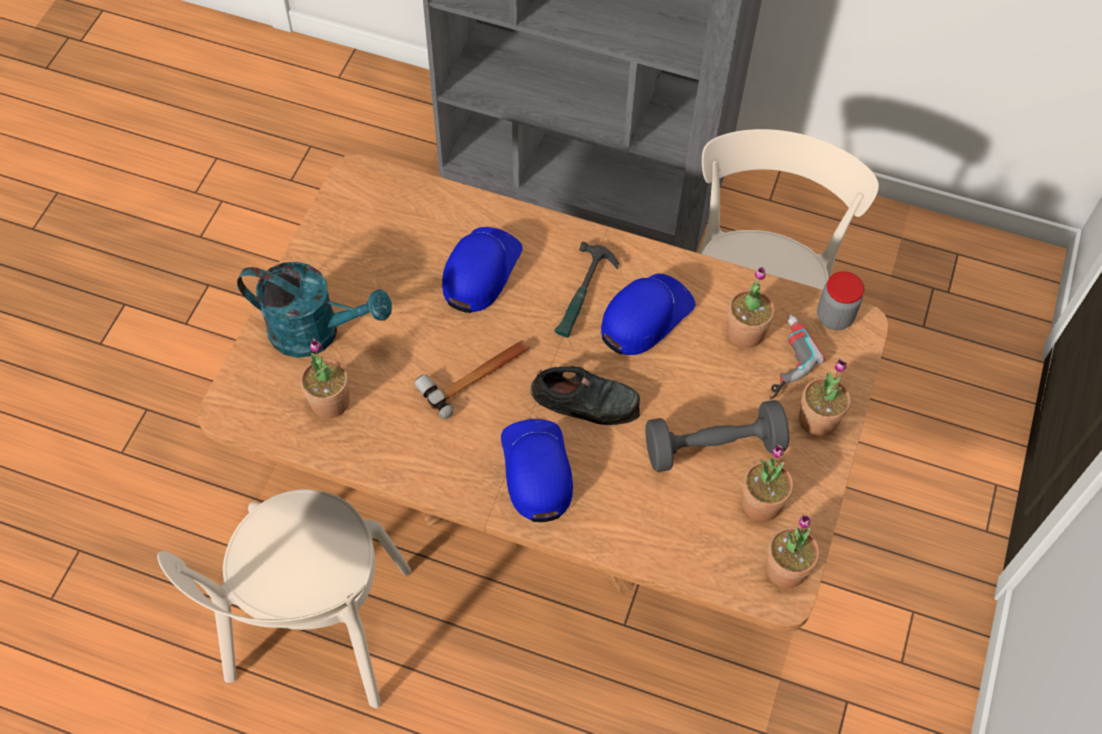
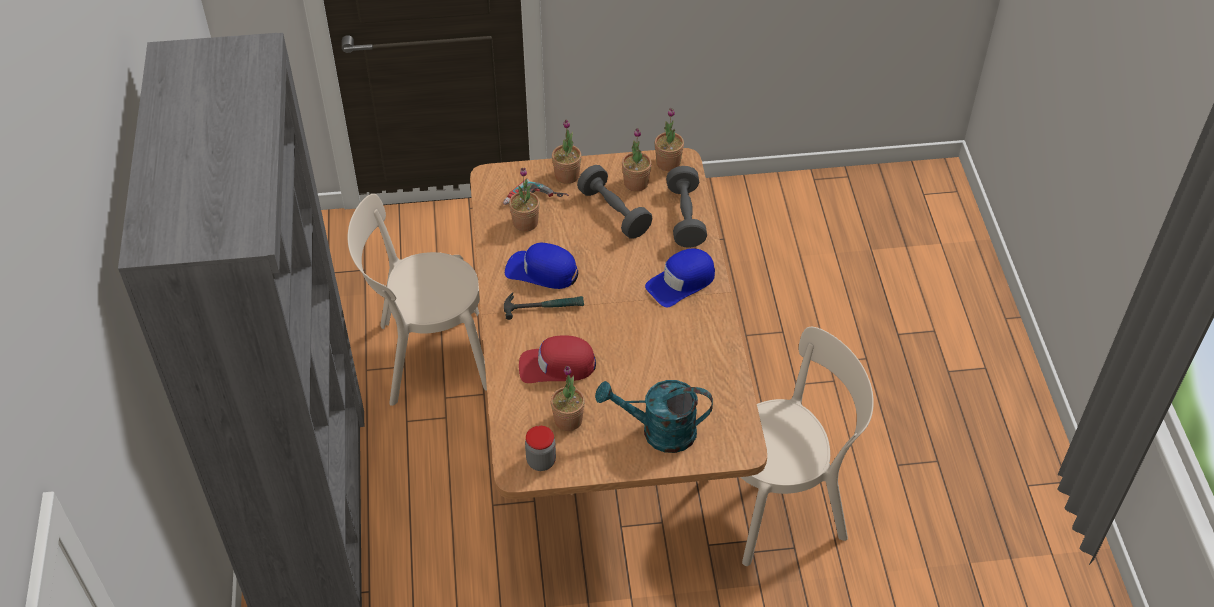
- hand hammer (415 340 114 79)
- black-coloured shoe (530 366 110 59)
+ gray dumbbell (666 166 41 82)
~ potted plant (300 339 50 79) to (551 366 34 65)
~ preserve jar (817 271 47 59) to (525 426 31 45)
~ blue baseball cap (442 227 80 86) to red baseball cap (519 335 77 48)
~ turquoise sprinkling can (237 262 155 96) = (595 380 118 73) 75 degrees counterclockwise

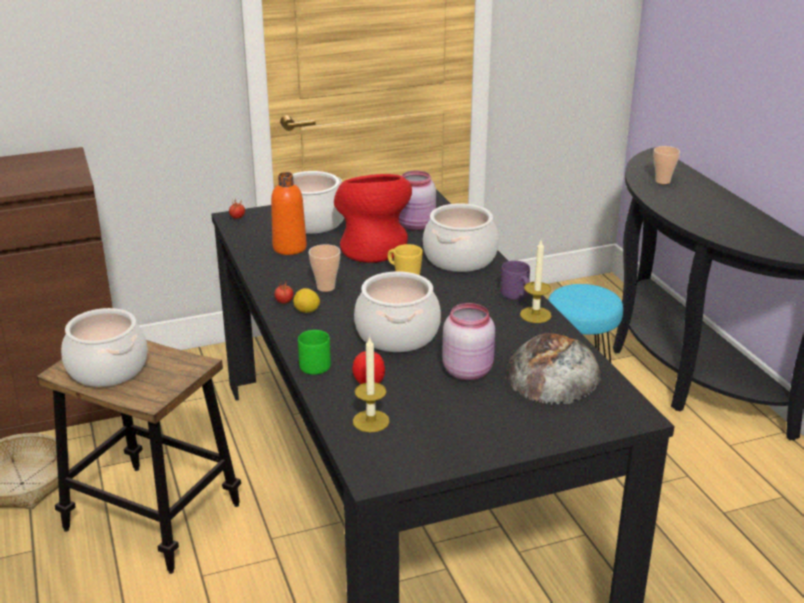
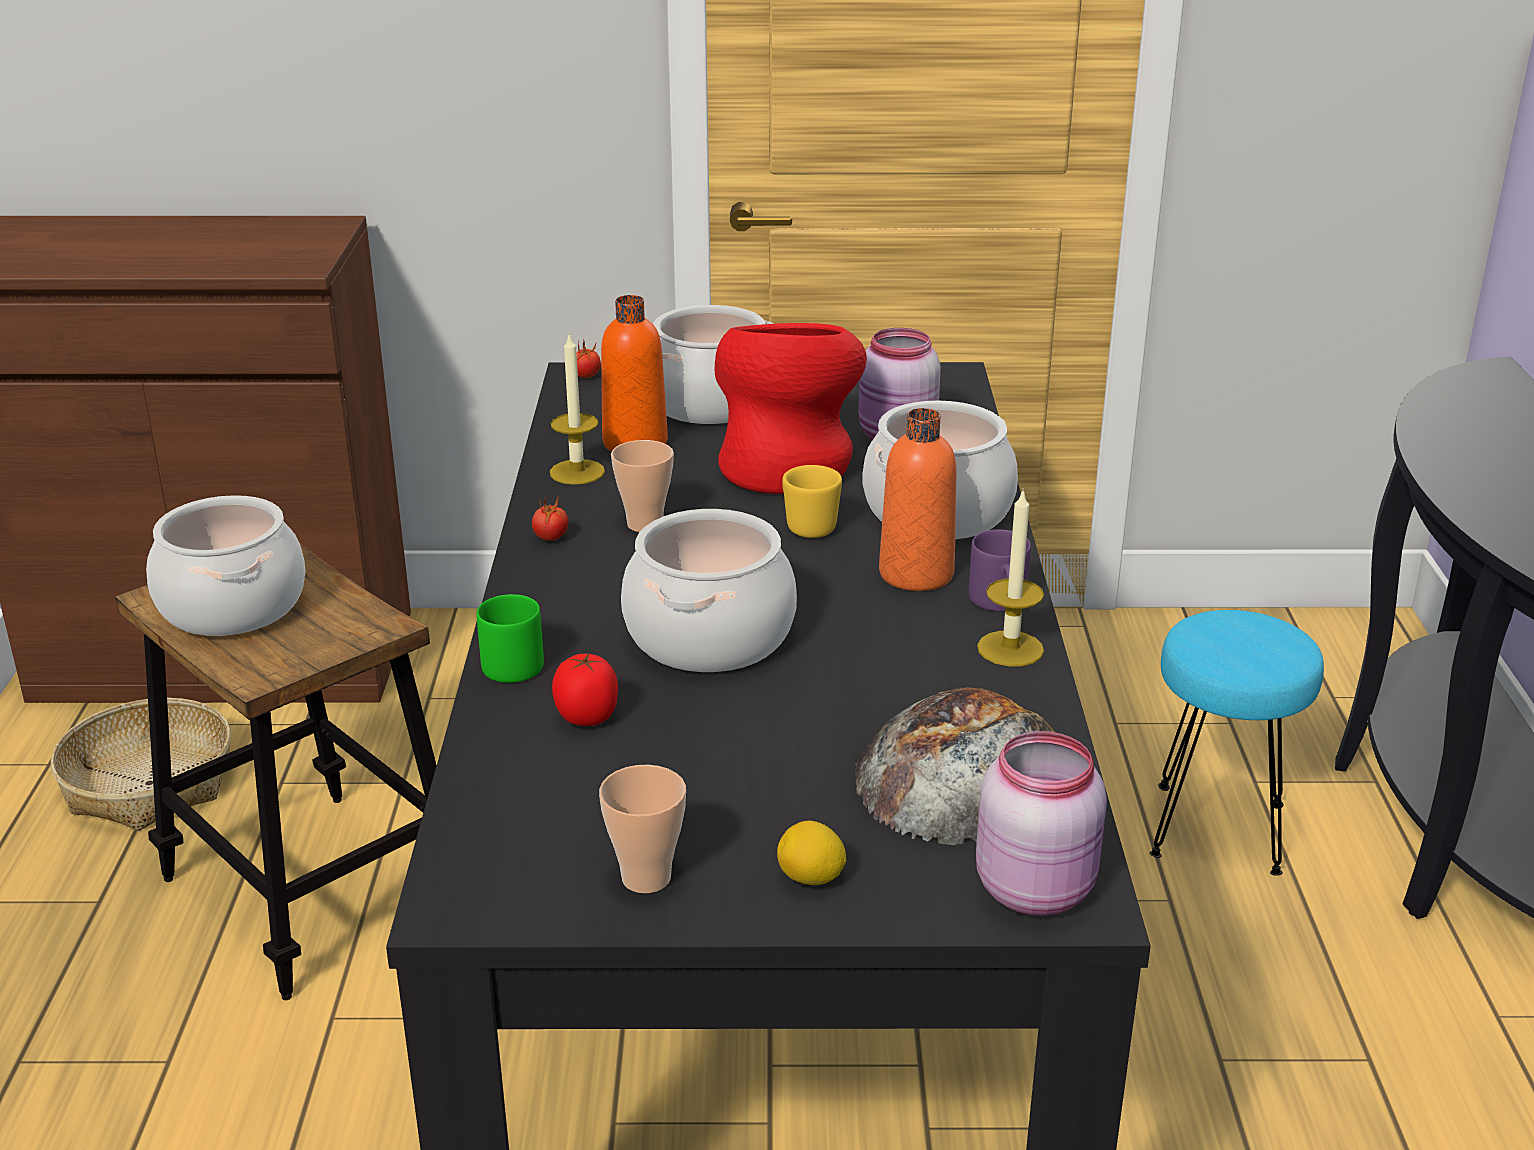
+ orangey beverage bottle (879 408 78 183)
~ citrus fruit (293 288 27 25) to (777 821 69 64)
~ candle (353 336 37 96) to (550 332 55 153)
~ pink-coloured preserve jar (442 303 53 77) to (976 731 131 185)
~ drinking cup (653 146 27 38) to (599 765 87 128)

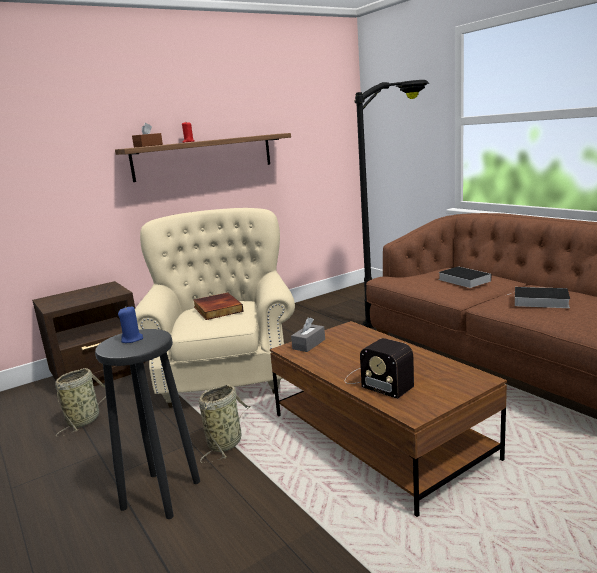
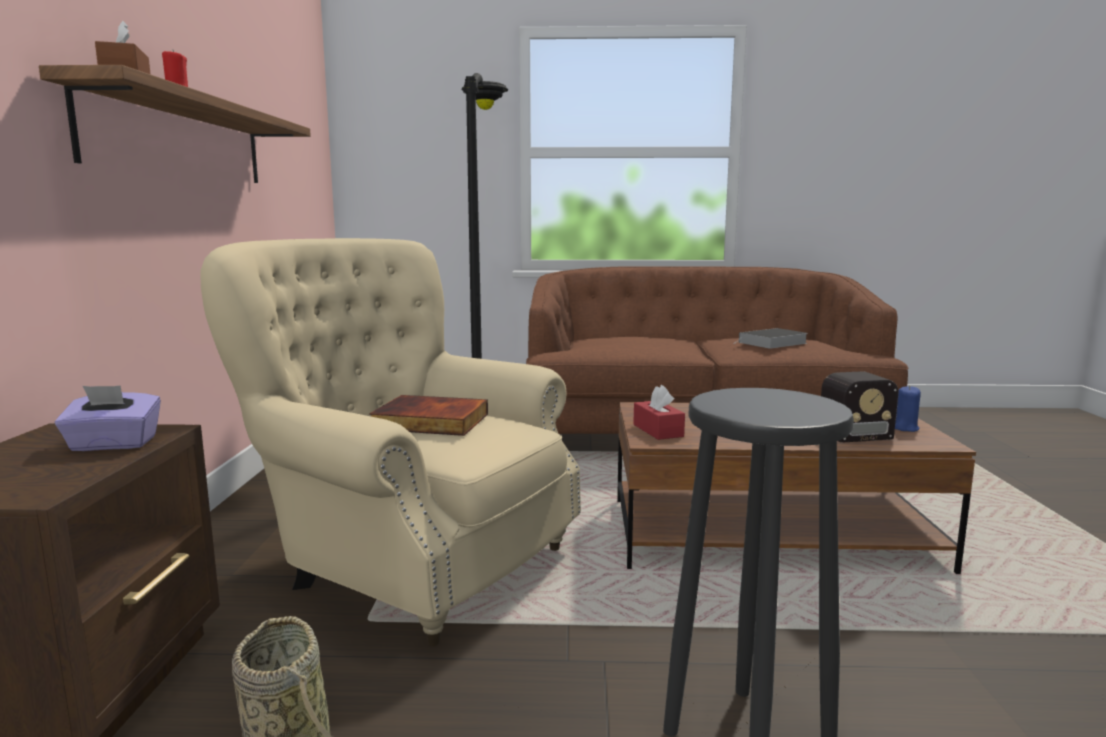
- basket (199 385 52 78)
- volume (438 266 53 22)
+ purple tissue box (55 385 106 66)
~ blue candle (118 306 25 37) to (895 386 26 46)
~ gray tissue box (291 317 34 35) to red tissue box (633 385 52 55)

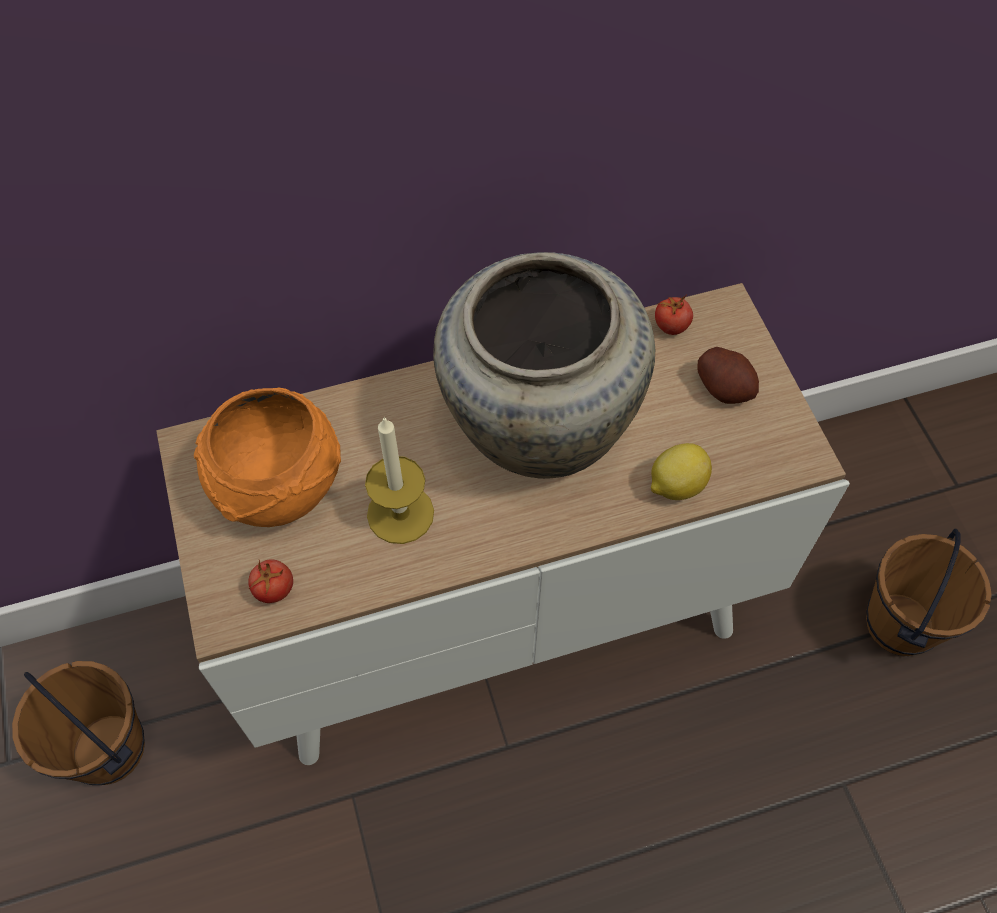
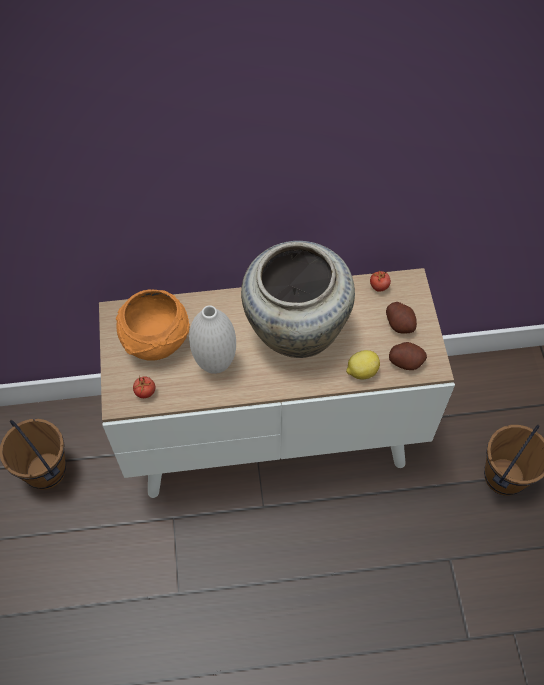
+ spud (389 342 38 28)
~ candle (365 417 69 127) to white flower vase (189 305 47 69)

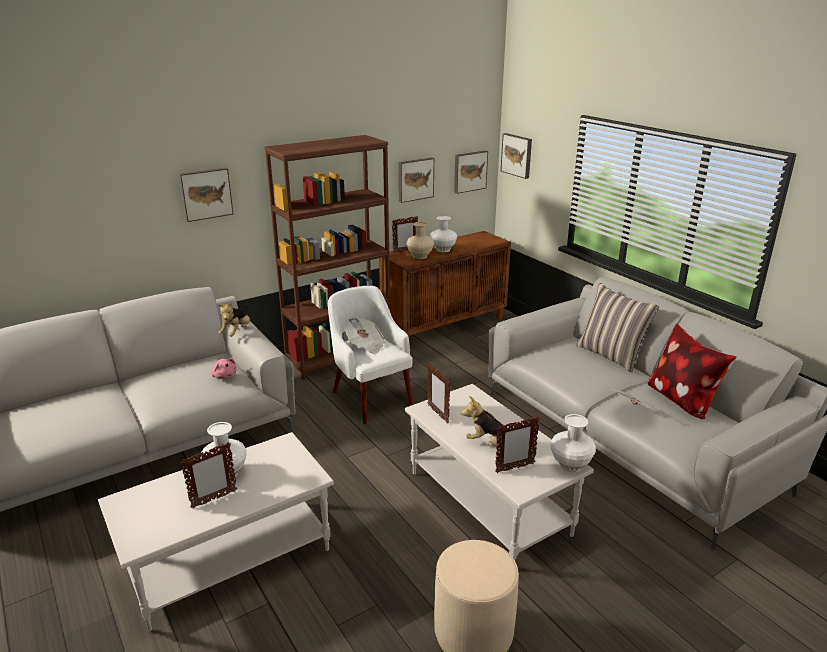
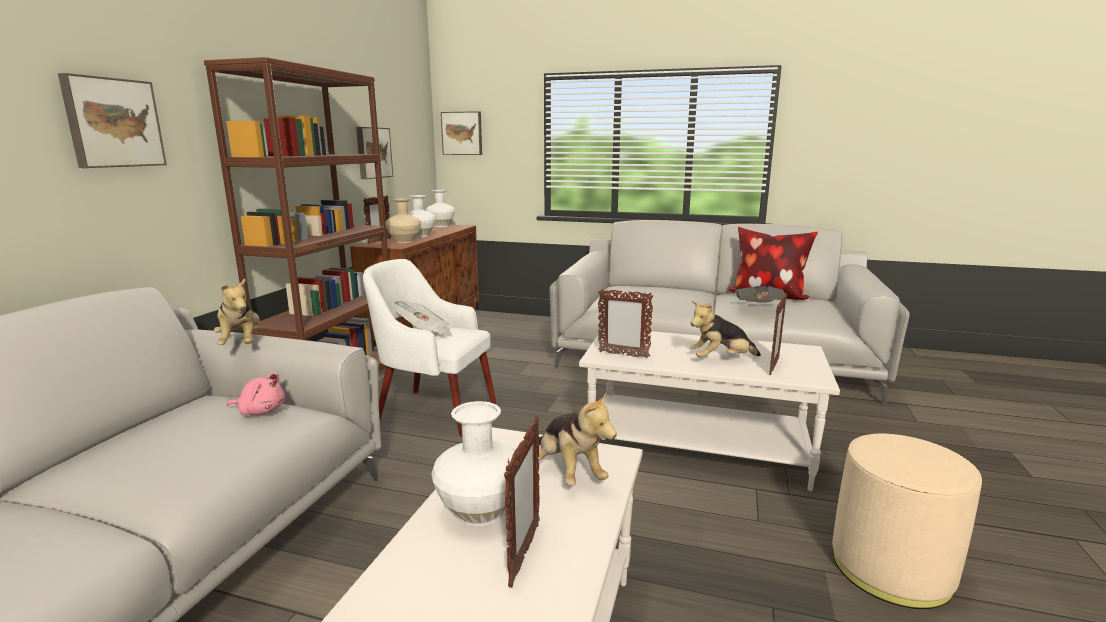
- wall picture (454 151 34 43)
- throw pillow (576 283 83 89)
+ soft toy (538 393 79 93)
~ white flower vase (551 414 45 58) to (426 190 29 37)

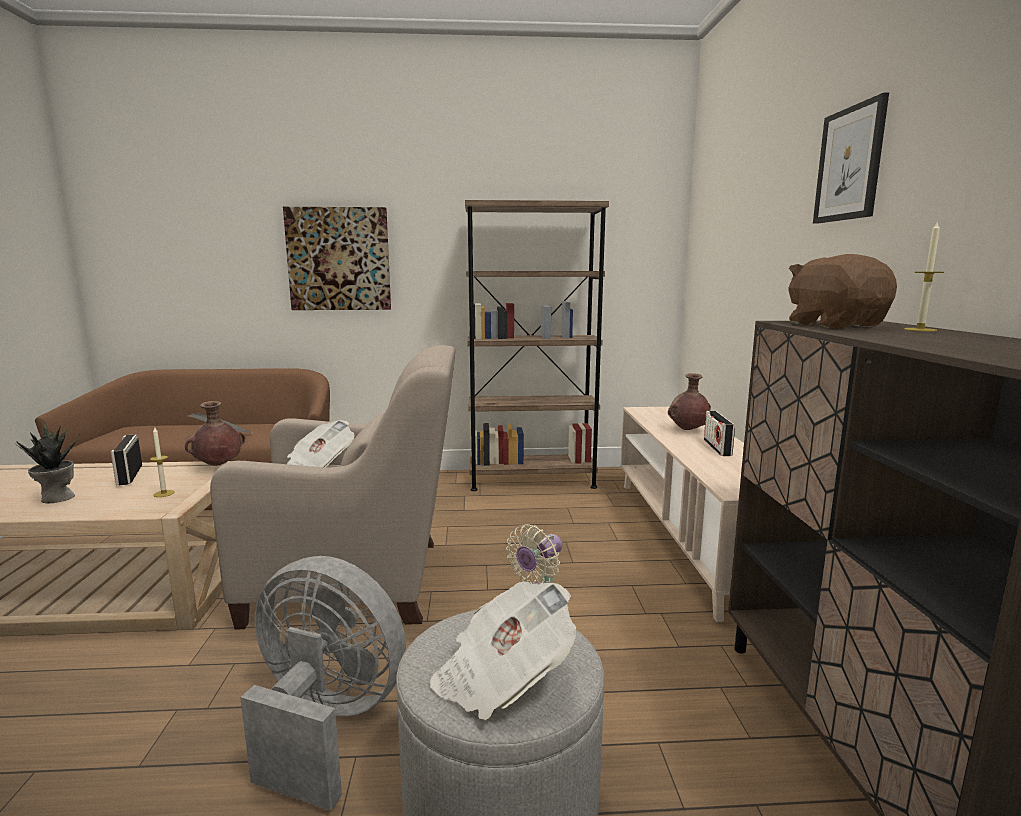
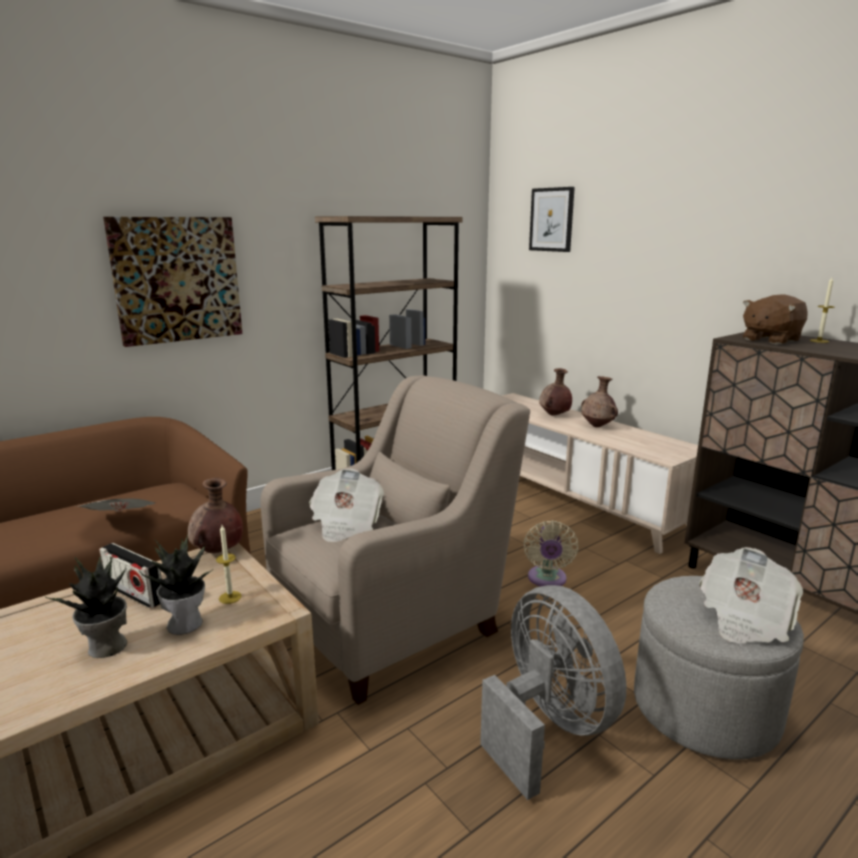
+ potted plant (139 533 75 102)
~ wall picture (813 93 76 131) to (529 187 46 65)
~ radio (704 411 31 45) to brown flower vase (581 376 37 51)
~ gray fan (240 556 166 255) = (480 585 147 215) 75 degrees clockwise
~ brown soft toy (788 254 109 74) = (743 294 65 51) 75 degrees counterclockwise

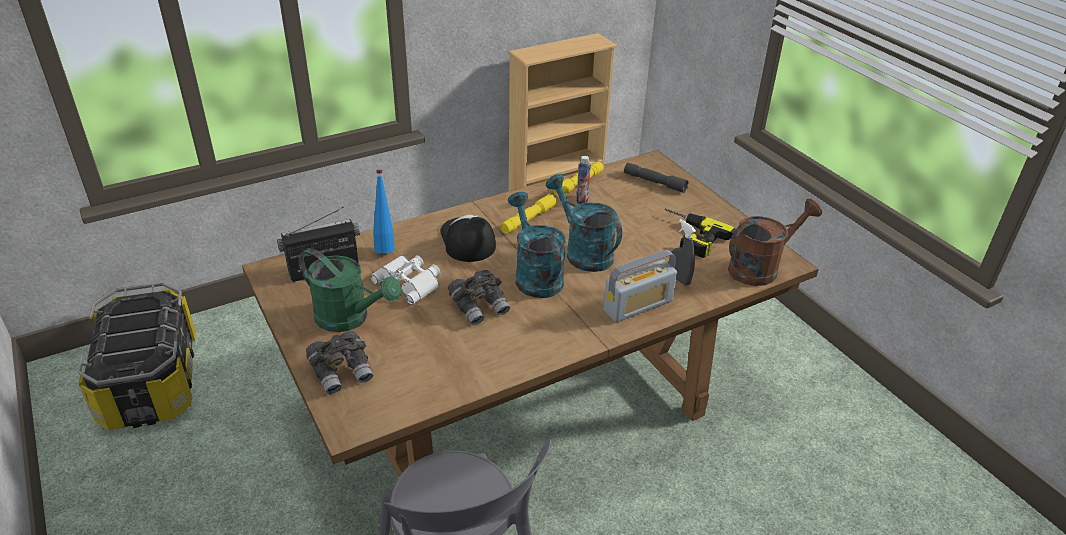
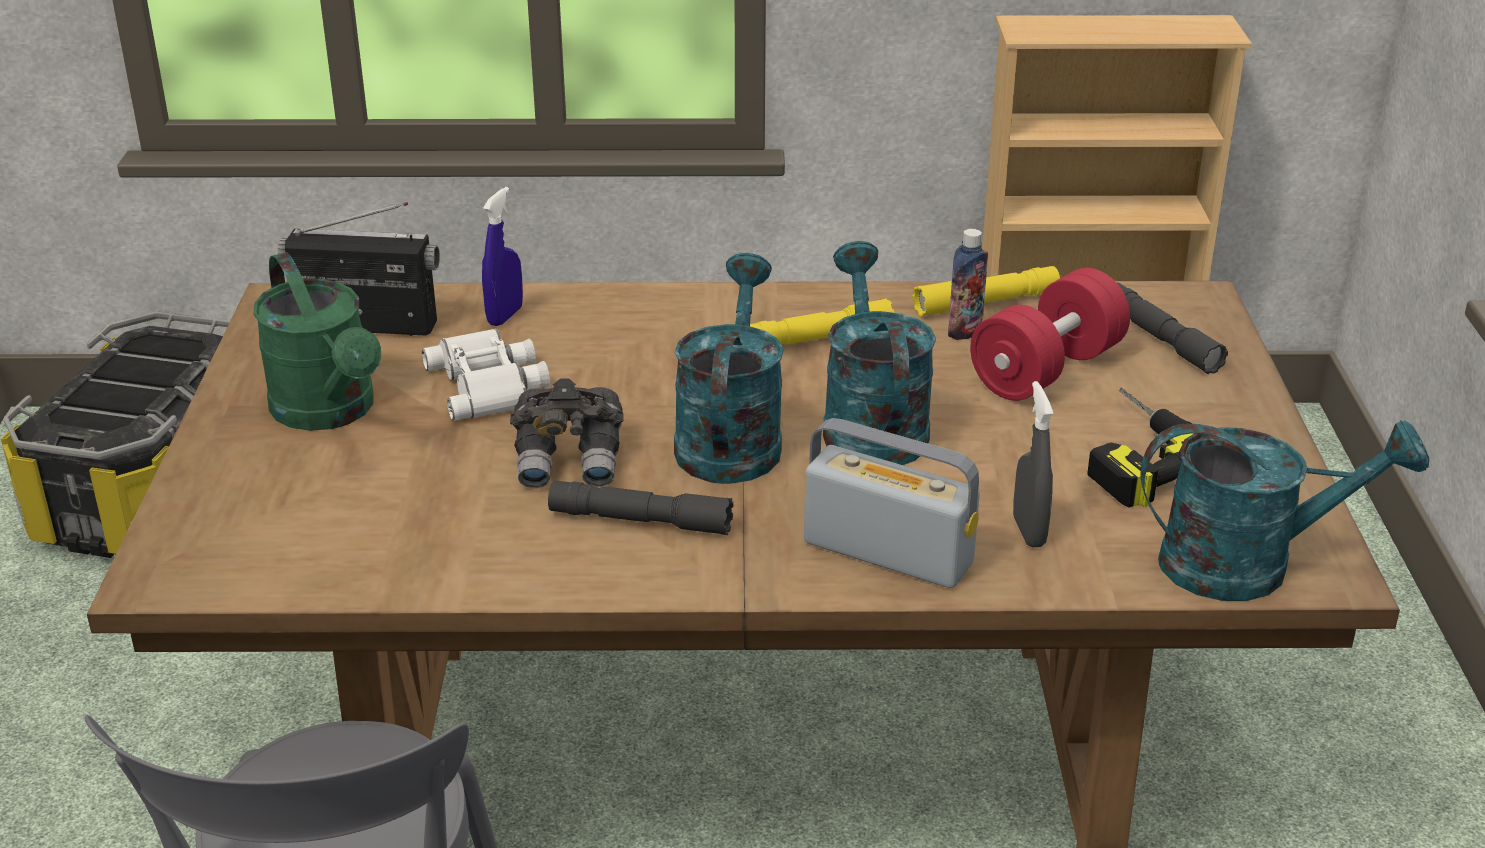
- gray field glasses (306 331 67 63)
- baseball cap (440 215 56 47)
+ gray hand torch (548 481 185 54)
+ red dumbbell (970 268 160 133)
~ blue beverage bottle (373 170 21 83) to blue spray bottle (482 187 41 139)
~ brown sprinkling can (728 199 94 87) to turquoise sprinkling can (1141 420 288 181)
~ radio (604 250 73 72) = (804 418 176 170) 150 degrees counterclockwise

